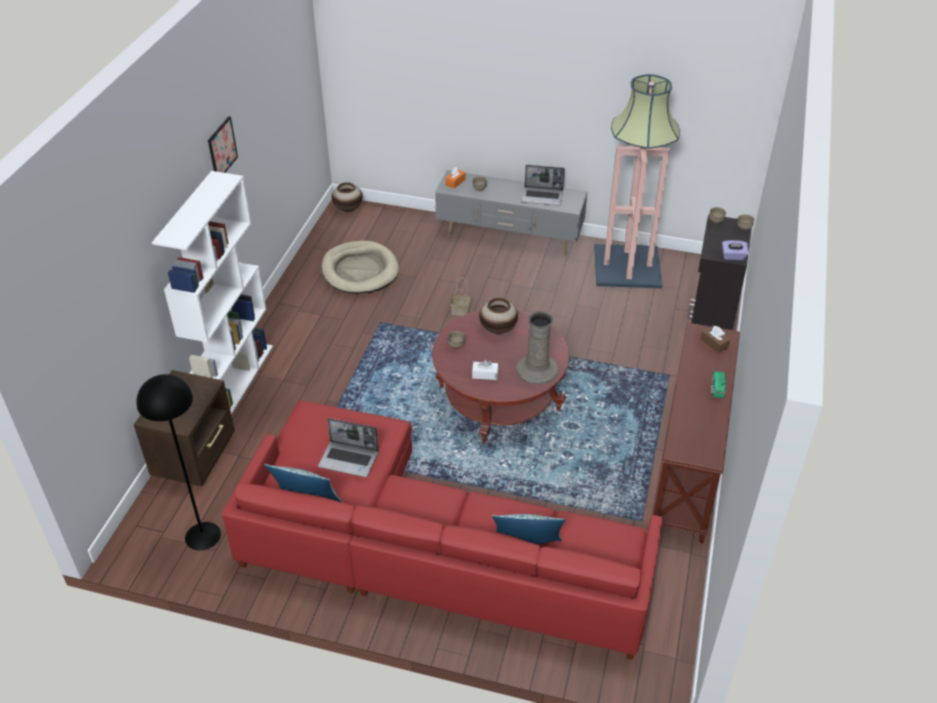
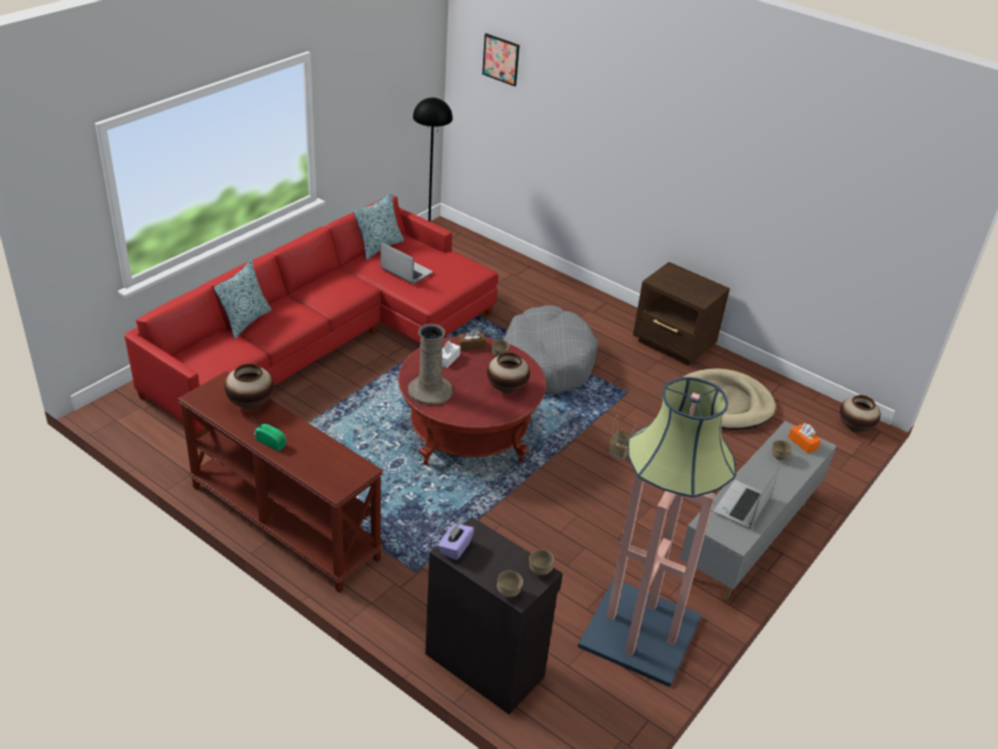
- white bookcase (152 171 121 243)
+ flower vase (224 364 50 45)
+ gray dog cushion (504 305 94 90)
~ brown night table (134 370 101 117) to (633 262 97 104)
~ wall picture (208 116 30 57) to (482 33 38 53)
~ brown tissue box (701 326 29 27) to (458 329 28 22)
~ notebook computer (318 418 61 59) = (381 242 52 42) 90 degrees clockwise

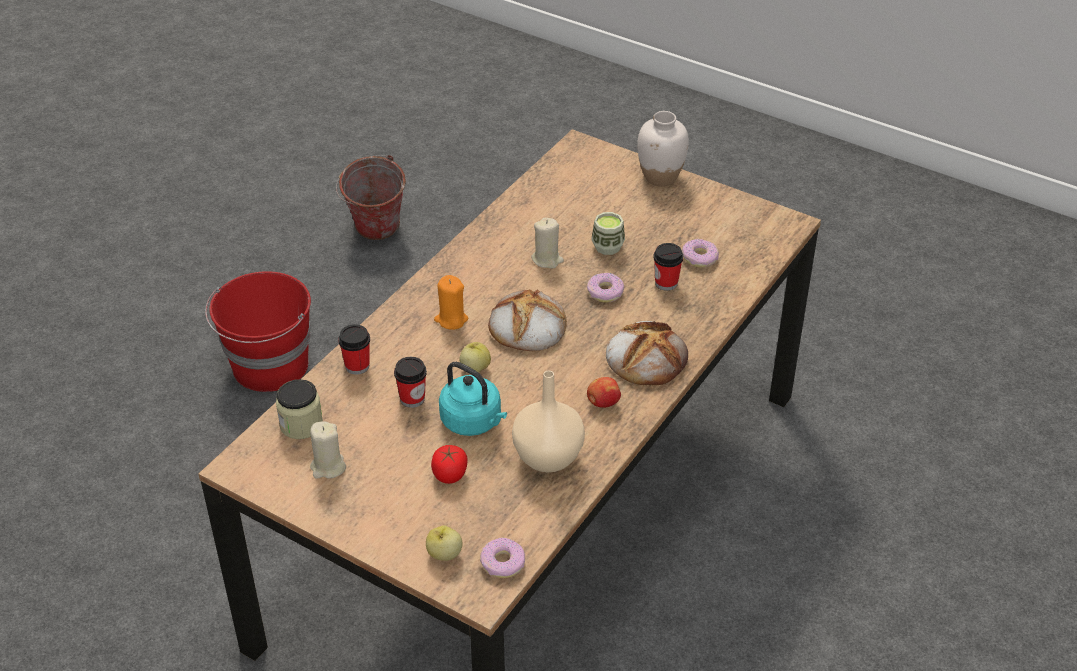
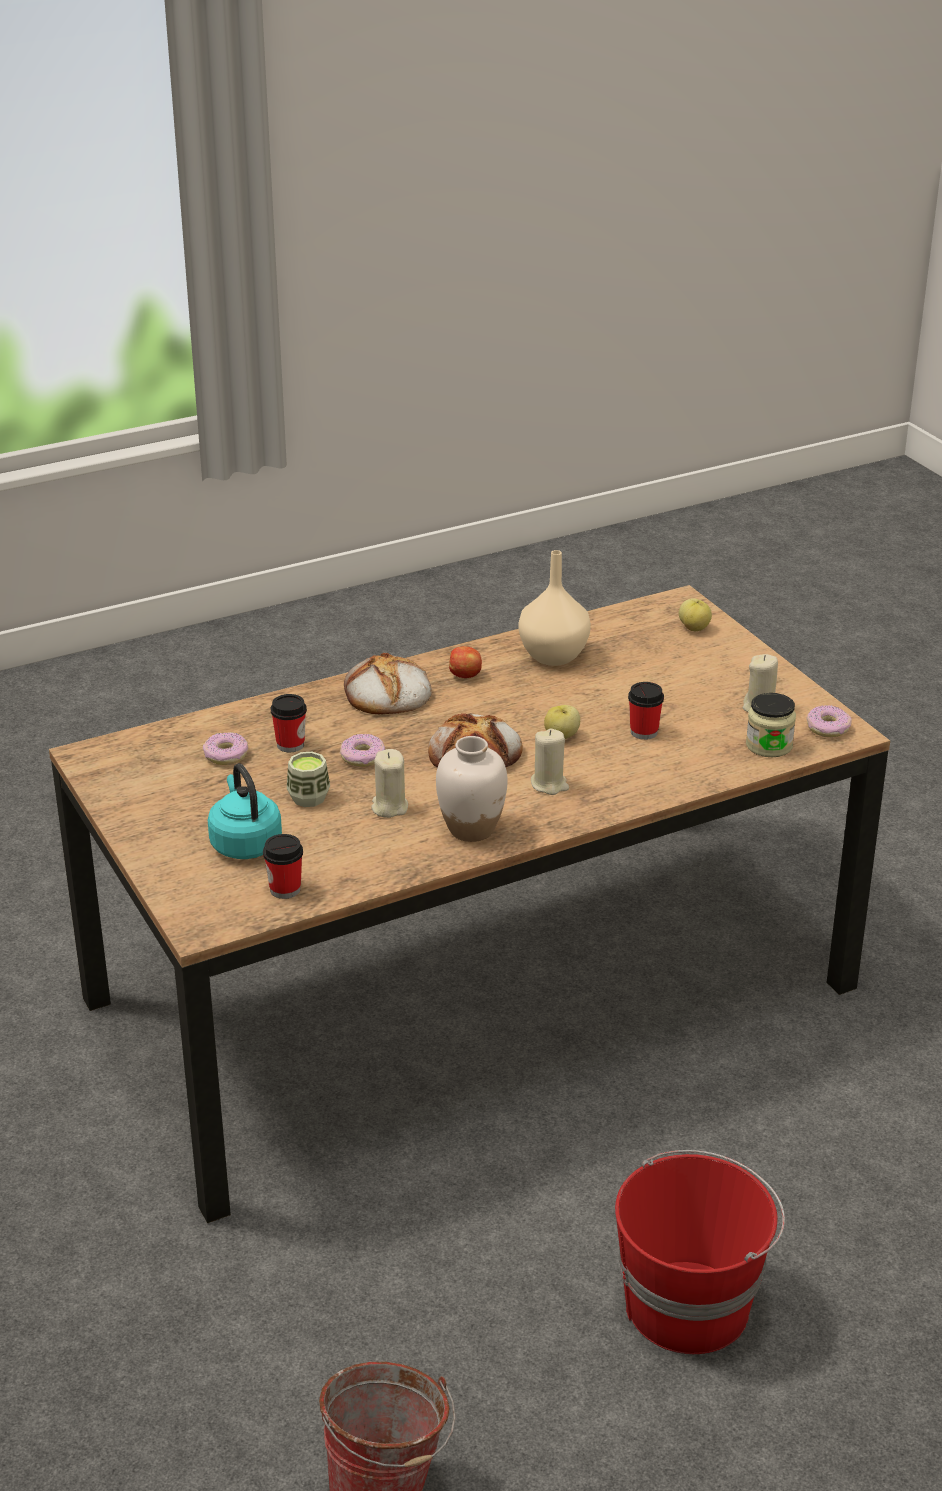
- tomato (431 445 37 39)
~ drinking cup (338 324 32 51) to (263 834 40 65)
~ turquoise kettle (439 362 68 74) to (208 763 74 96)
~ ring doughnut (480 538 45 40) to (806 705 46 32)
~ white flower vase (637 111 52 75) to (436 736 72 106)
~ orangey candle (434 275 34 55) to sand-coloured candle (531 729 38 66)

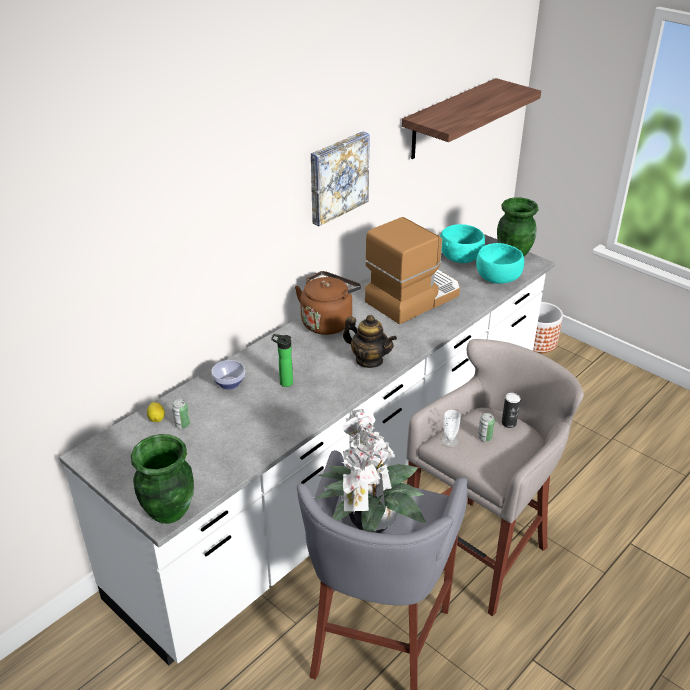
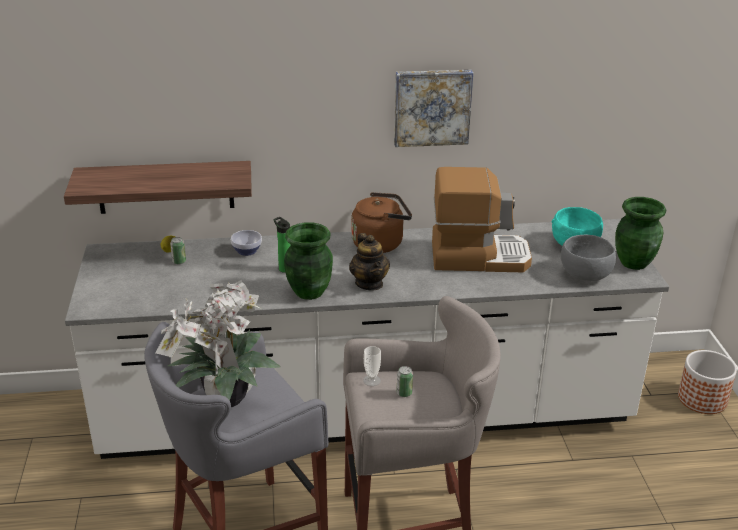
- sealed can (502 393 19 35)
~ green-coloured flower vase (131 434 63 90) to (284 222 49 78)
~ shelf (402 78 139 81) to (64 161 188 53)
~ turquoise deep dish (476 243 48 41) to gray deep dish (561 235 55 46)

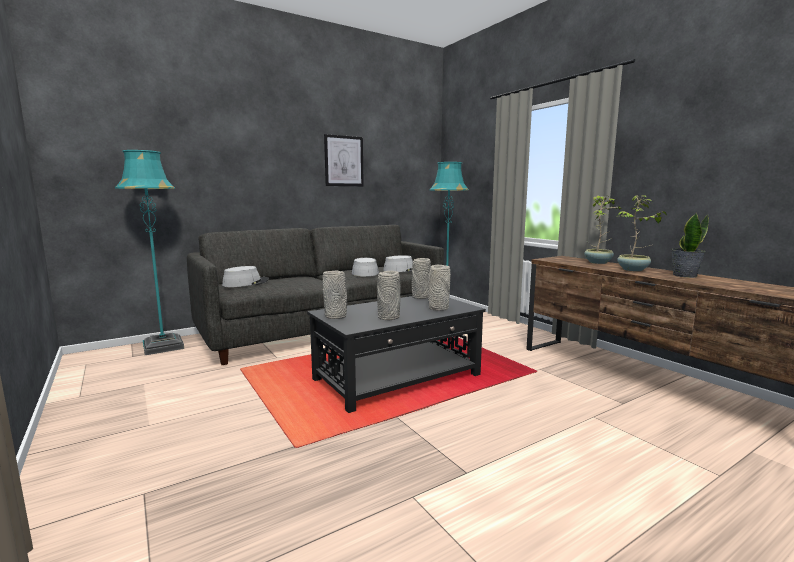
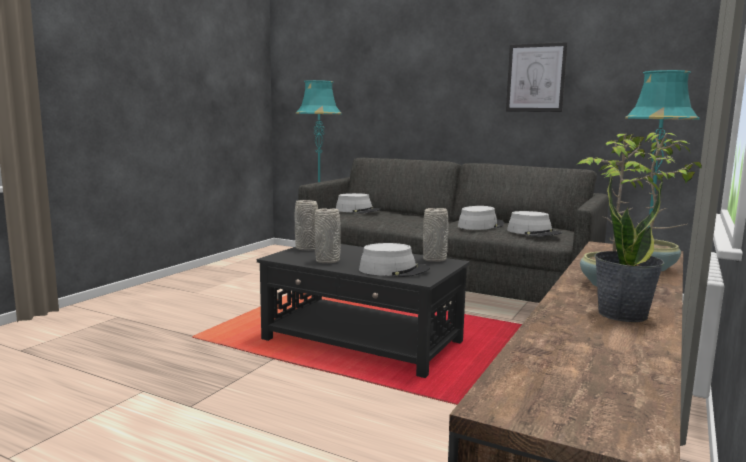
~ gray flower vase (428 265 22 46) to gray hat (359 243 71 34)

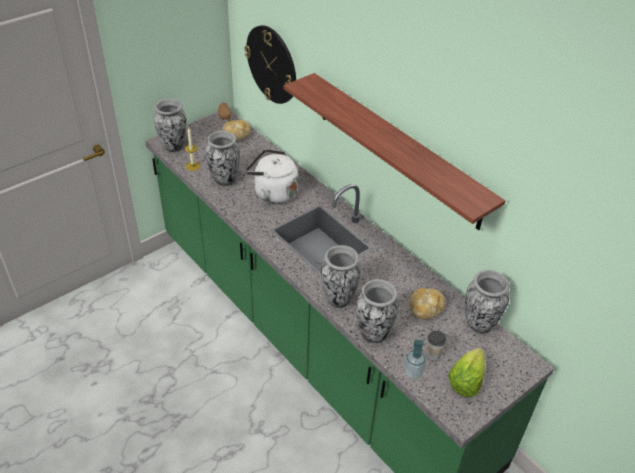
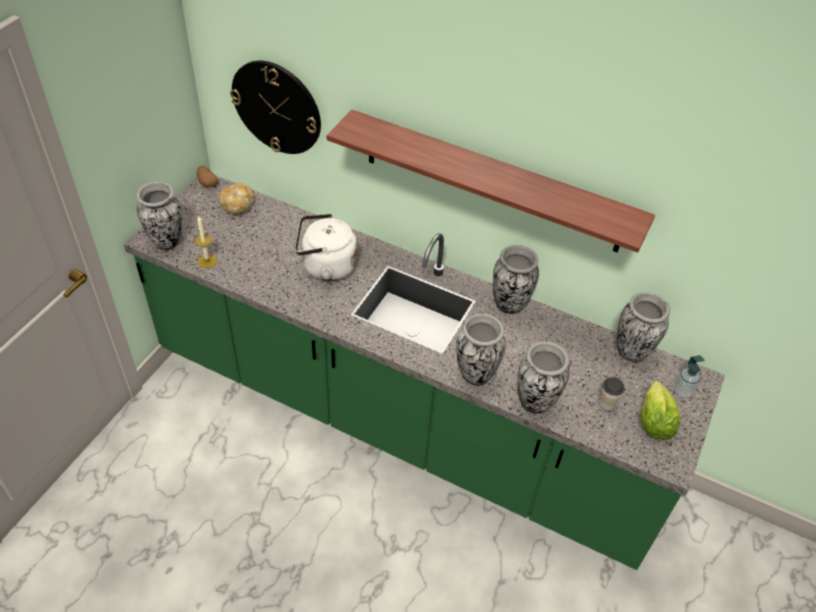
- bread (409 288 36 31)
~ flower vase (205 130 35 56) to (493 245 46 69)
~ liquid soap bottle (404 339 22 40) to (674 355 30 43)

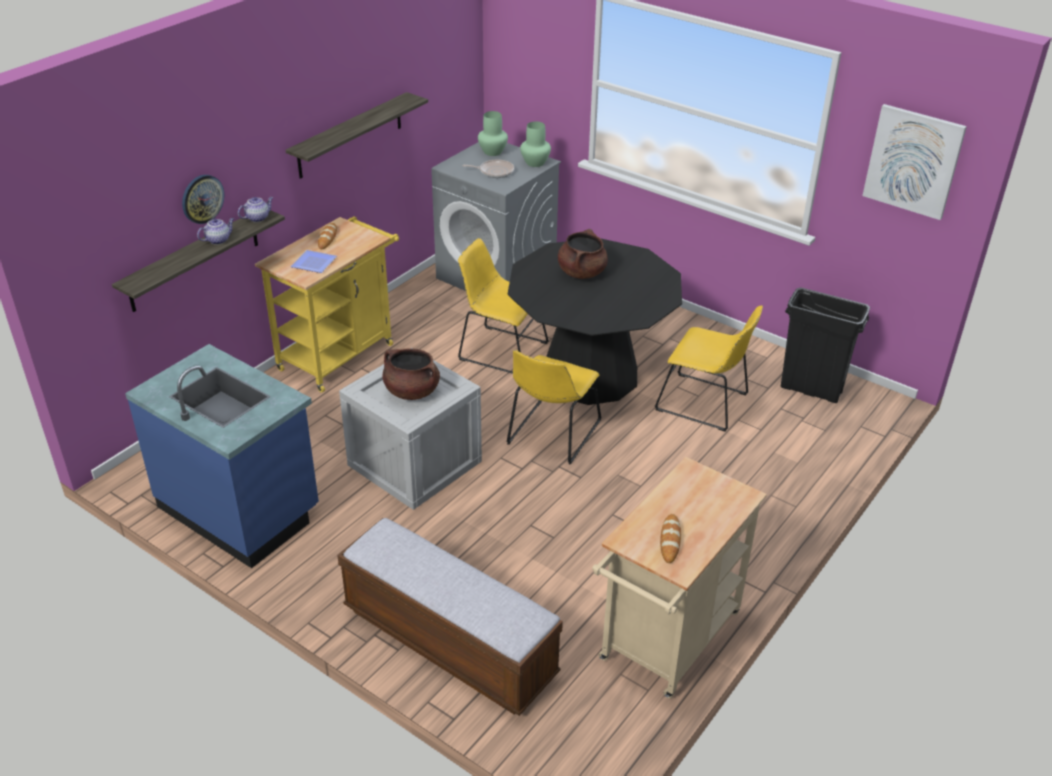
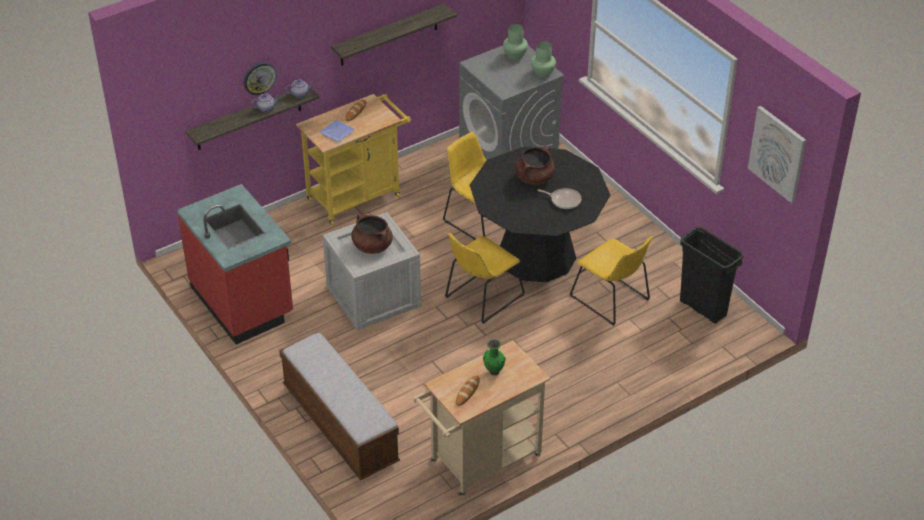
+ green-coloured flower vase (483 339 23 36)
~ frying pan (462 160 52 18) to (538 188 43 21)
~ blue counter (125 344 194 224) to red counter (177 184 116 161)

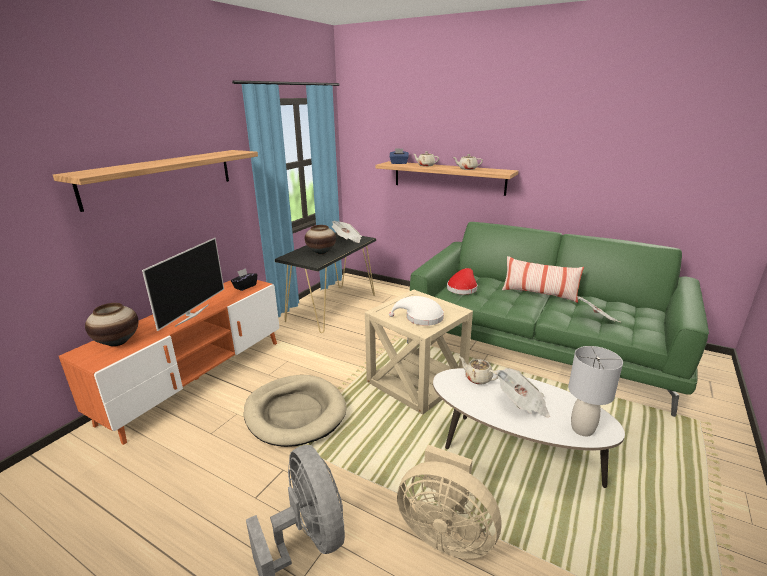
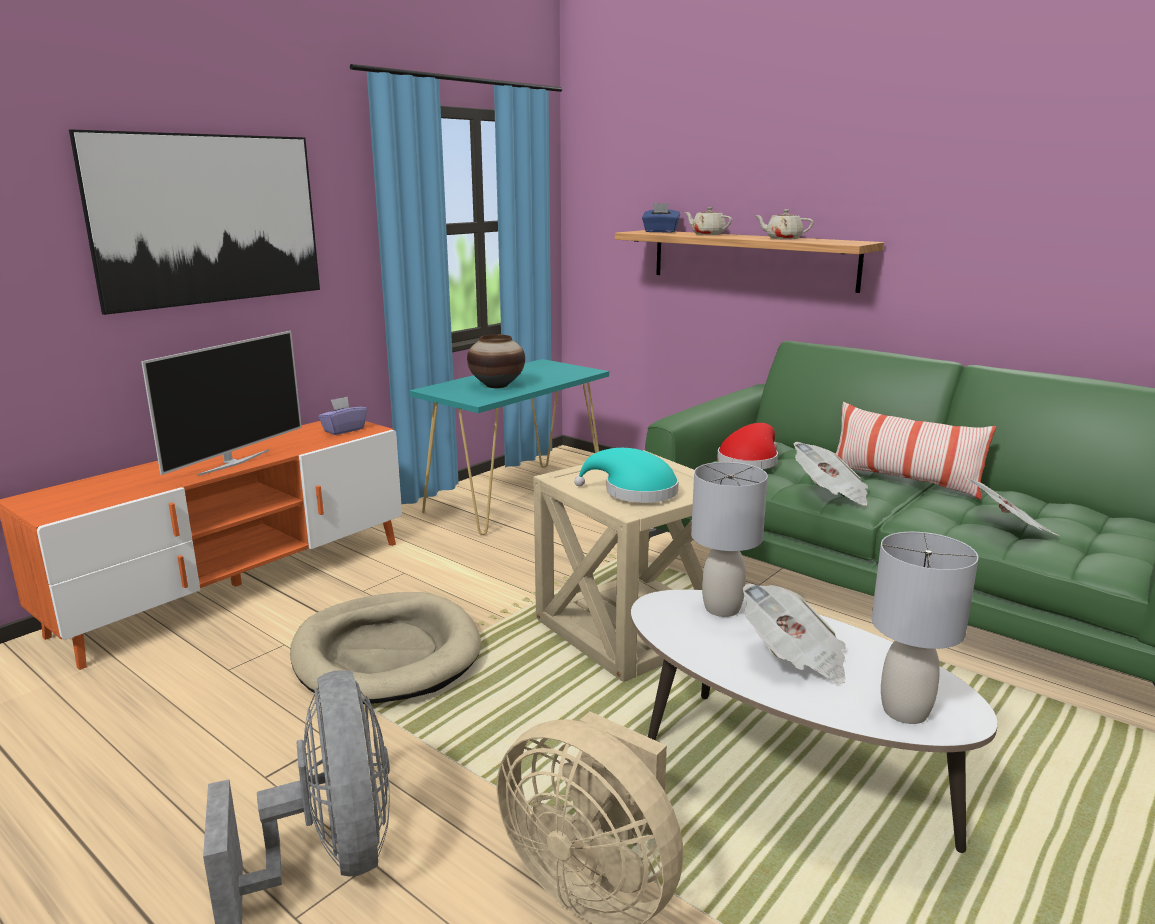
- flower vase (85 303 54 44)
~ daily paper (332 221 30 22) to (794 442 74 64)
~ shelf (53 150 205 62) to wall picture (69 129 251 186)
~ sand-coloured teapot (459 356 39 29) to gray tabletop lamp (691 462 77 155)
~ black-coloured tissue box (231 268 26 23) to purple tissue box (318 396 49 39)
~ black-coloured narrow table (275 232 101 101) to turquoise narrow table (409 359 200 176)
~ white hat (389 296 55 30) to turquoise hat (574 448 105 55)

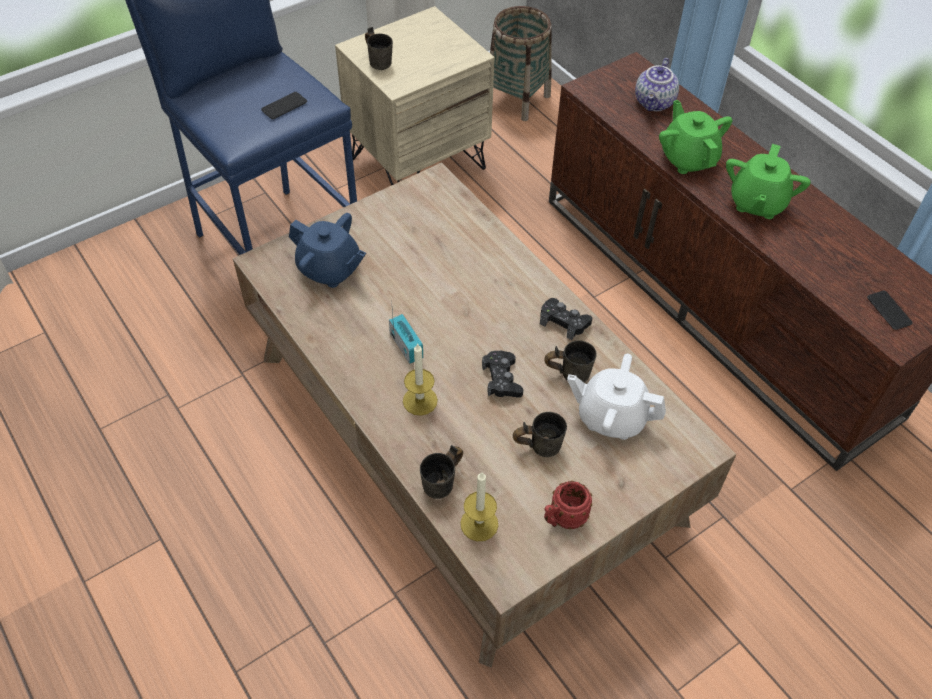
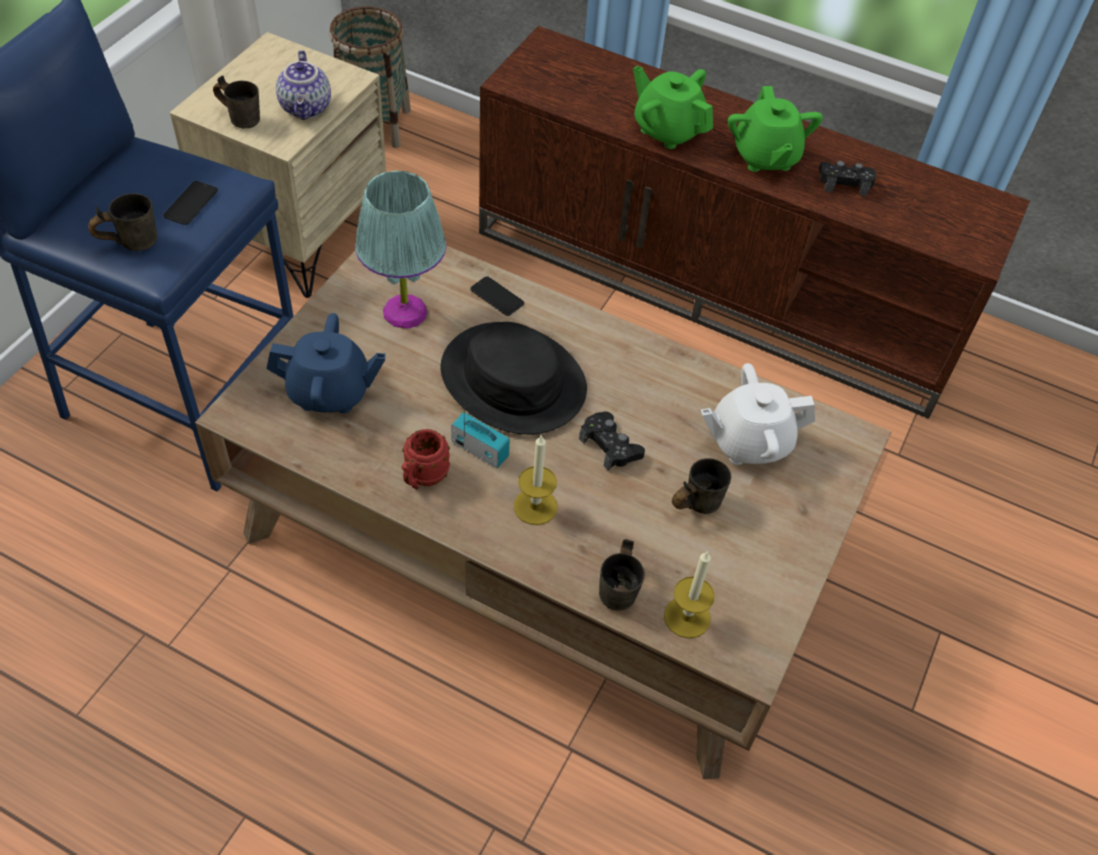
+ turquoise tabletop lamp (355 171 91 158)
+ black-coloured hat (441 322 146 113)
~ black-coloured game controller (540 298 52 42) to (819 161 57 35)
~ gray tea mug (544 340 53 42) to (88 193 69 58)
~ red tea mug (544 481 48 48) to (402 429 48 60)
~ teapot (635 58 44 53) to (276 50 55 70)
~ telephone (867 291 46 39) to (470 276 54 40)

